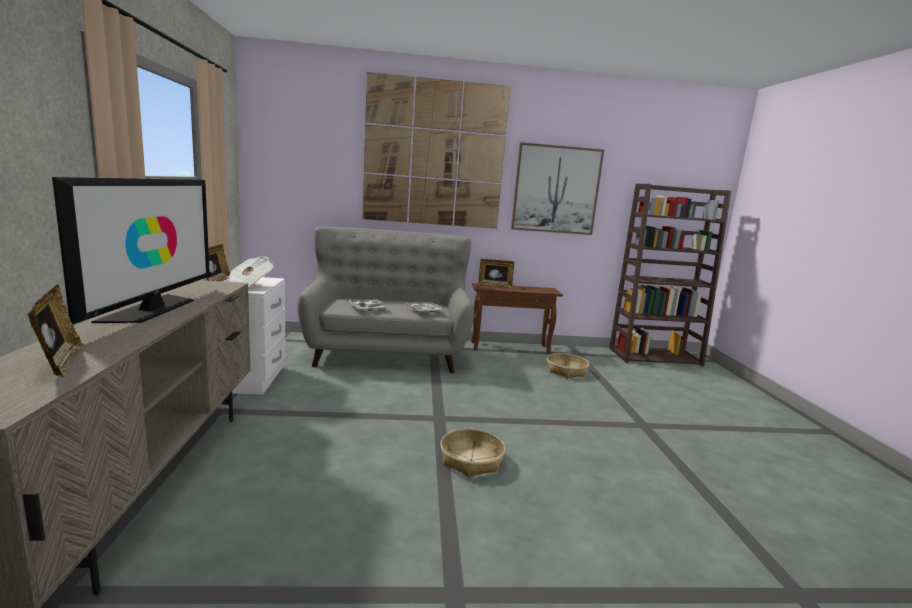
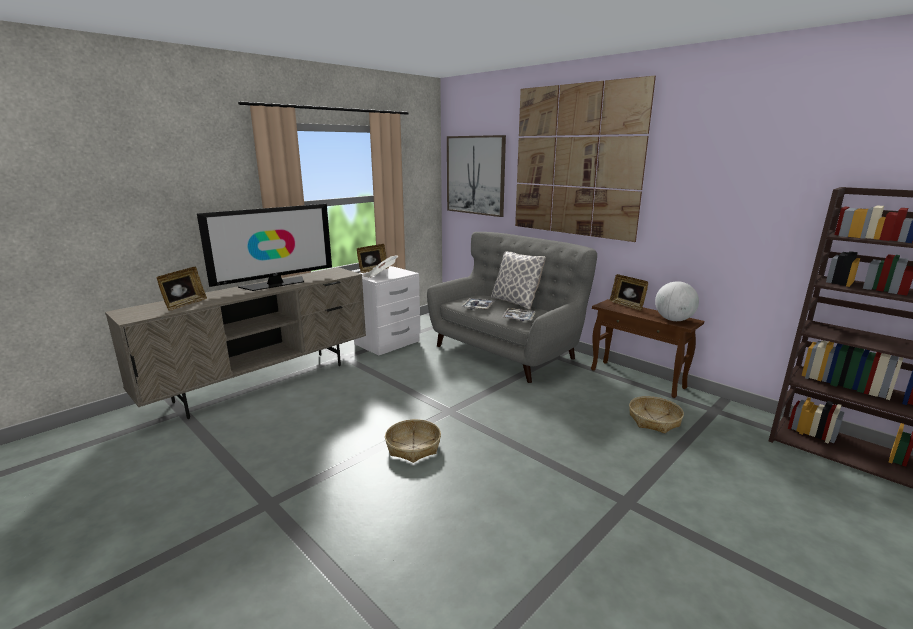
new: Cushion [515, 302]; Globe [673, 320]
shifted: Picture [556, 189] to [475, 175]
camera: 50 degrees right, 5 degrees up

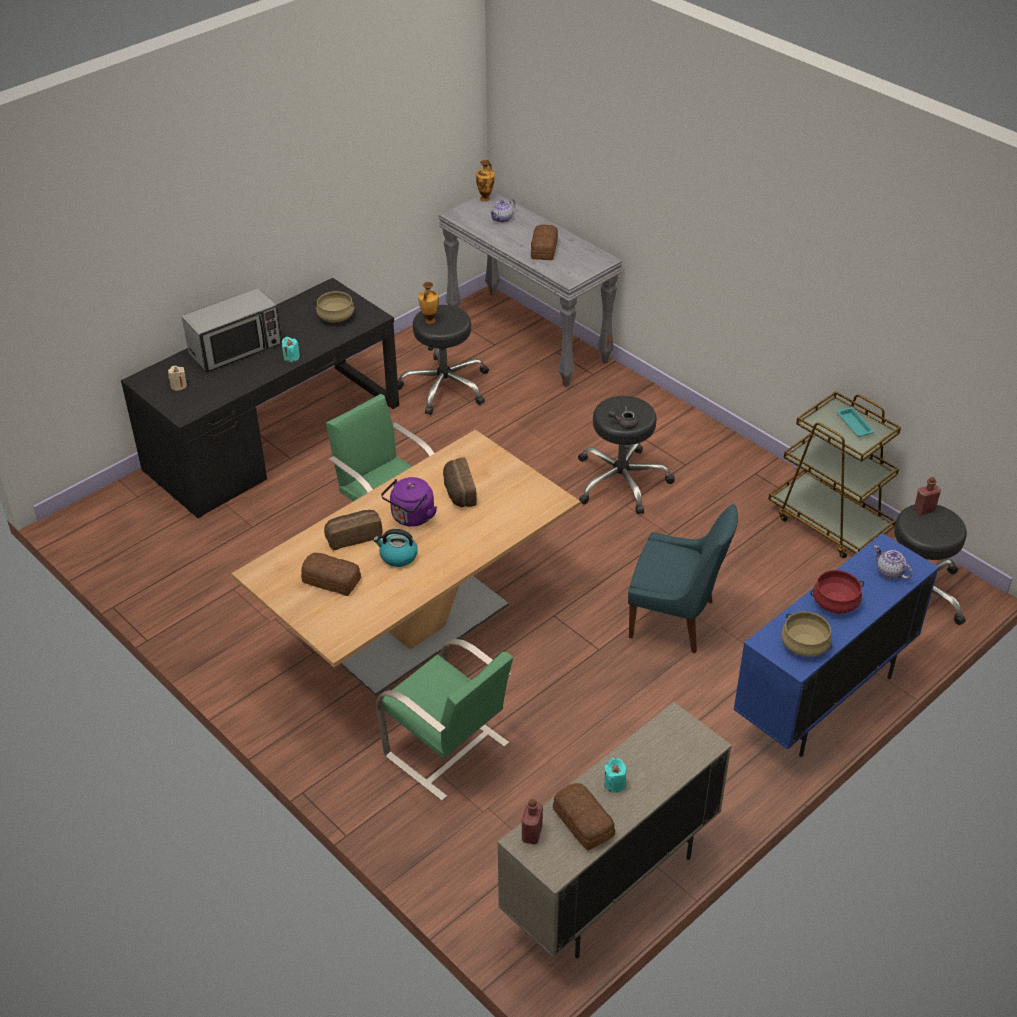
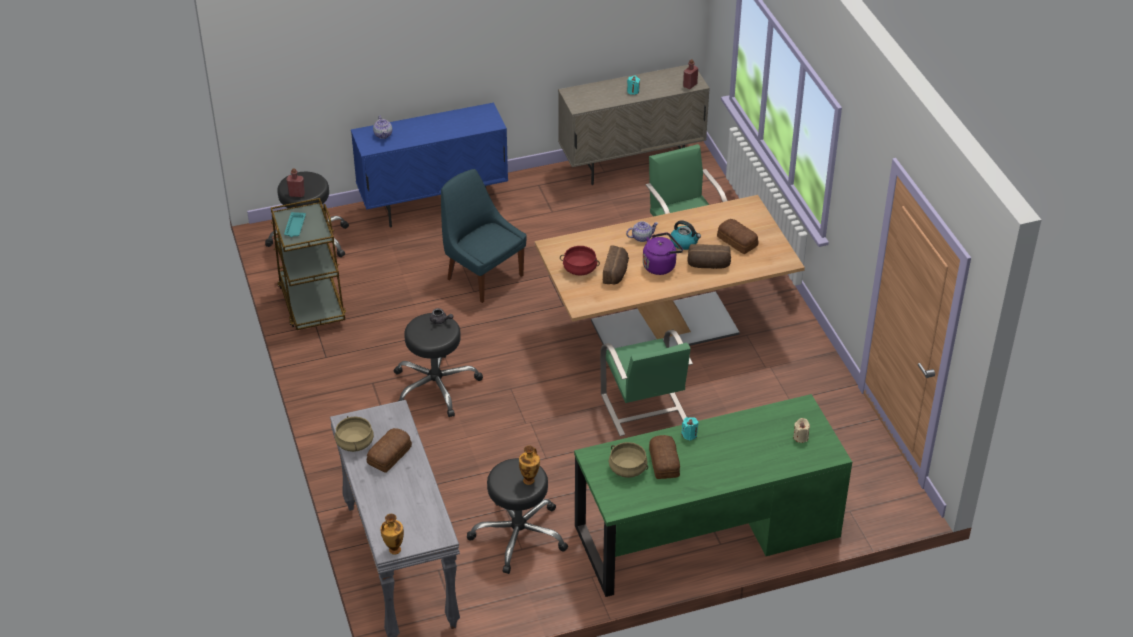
gone: MicrowaveOven [236, 349]
shifted: PotForTea [502, 219] to [642, 237]; RedColouredSaucepot [835, 602] to [579, 269]; SandColouredSaucepot [805, 645] to [354, 443]; BakeryBread [583, 823] to [664, 462]
repainted: BlackDeskUnit [274, 438] to GreenishDeskUnit [706, 532]
camera: 155 degrees left, 0 degrees up

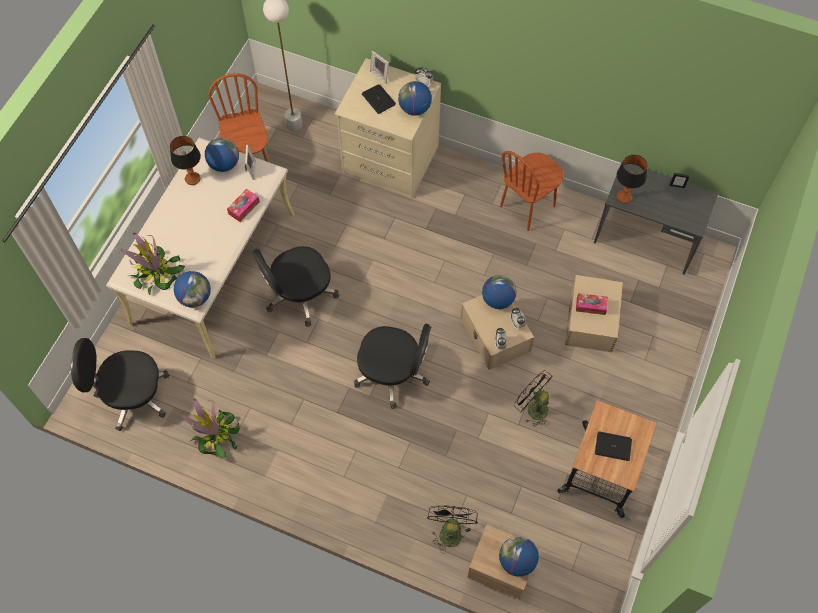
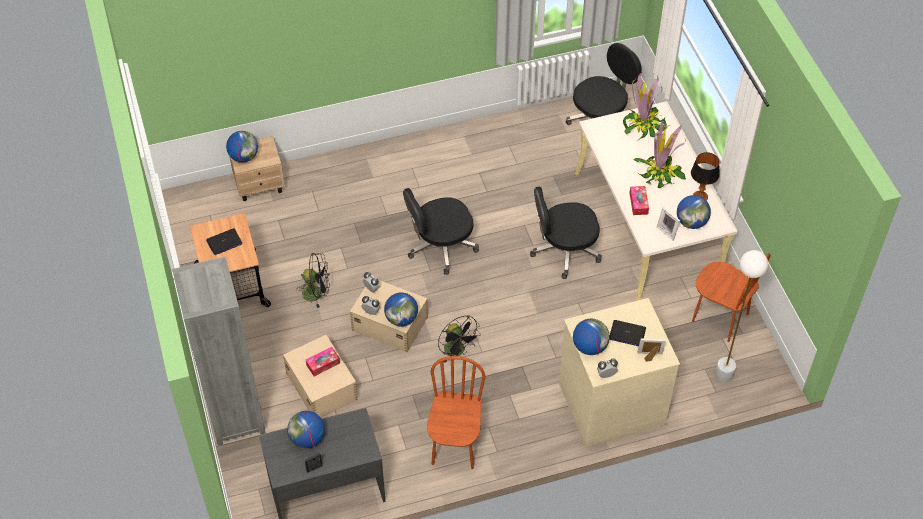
gone: TabletopLamp [624, 197]
new: GreyBookcase [235, 415]
shifted: Globe [195, 297] to [307, 439]; PlantInAPot [215, 435] to [659, 174]; BlackElectricFan [449, 530] to [457, 351]
rotated: BlackOfficeChair [299, 295] = [564, 251] 120 degrees counterclockwise
camera: 140 degrees right, 10 degrees down

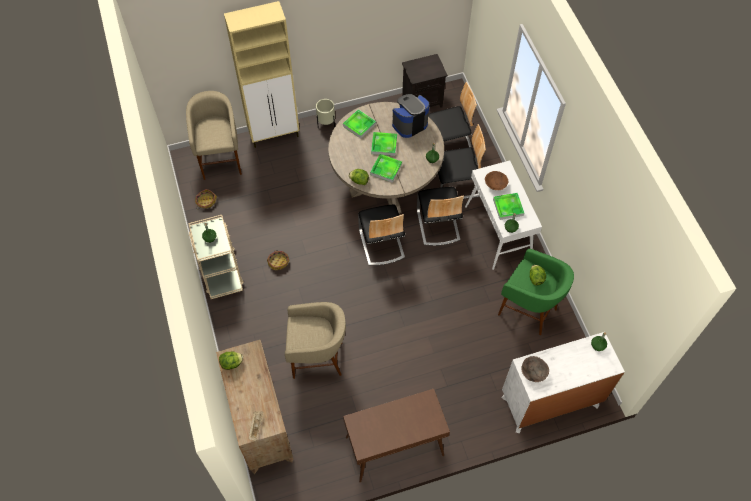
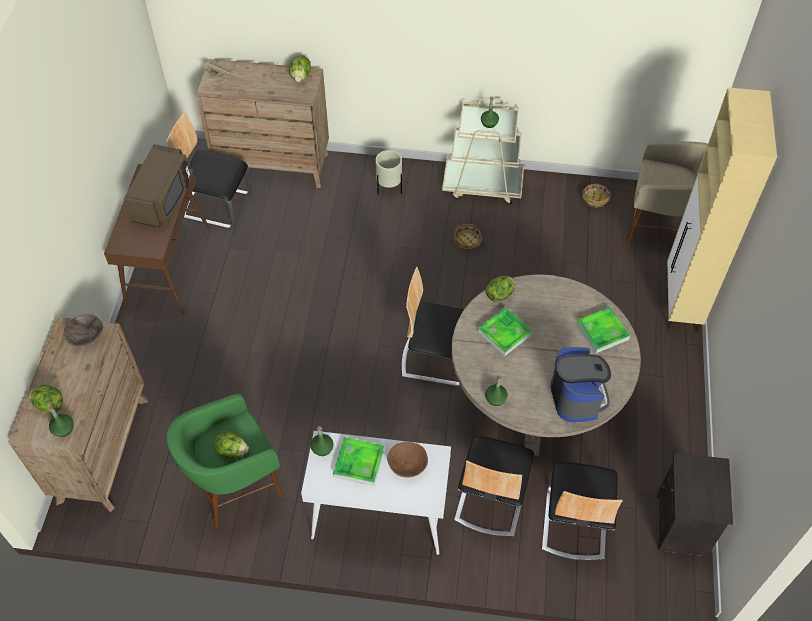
gone: CarryingTray [384, 145]; SandColouredStool [318, 358]
new: BrownColouredMicrowaveOven [164, 199]; HeadOfLettuce [49, 405]
shifted: SandColouredPlanter [326, 125] to [389, 189]; PlainChair [437, 225] to [217, 205]
repainted: WhiteColouredChestOfDrawers [550, 401] to BrownColouredChestOfDrawers [102, 449]
camera: 115 degrees right, 5 degrees down

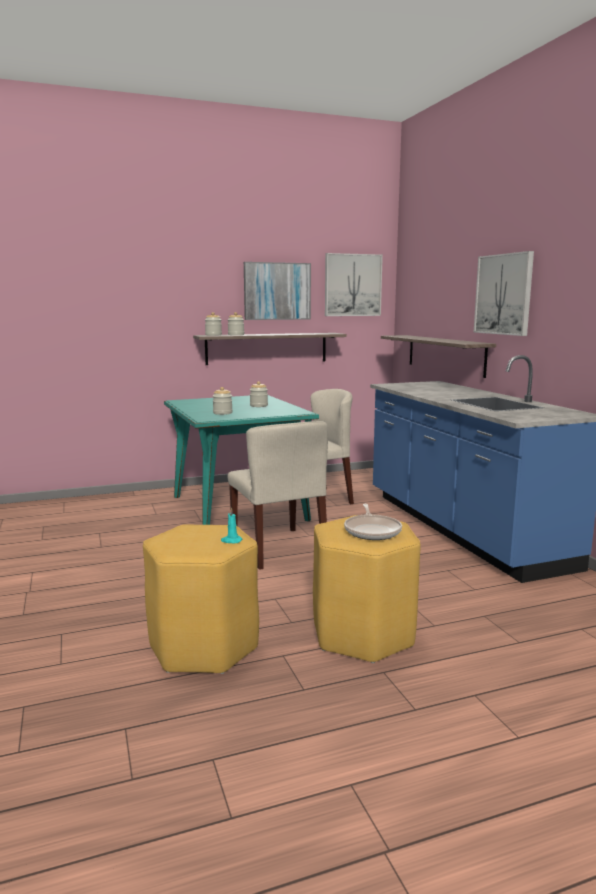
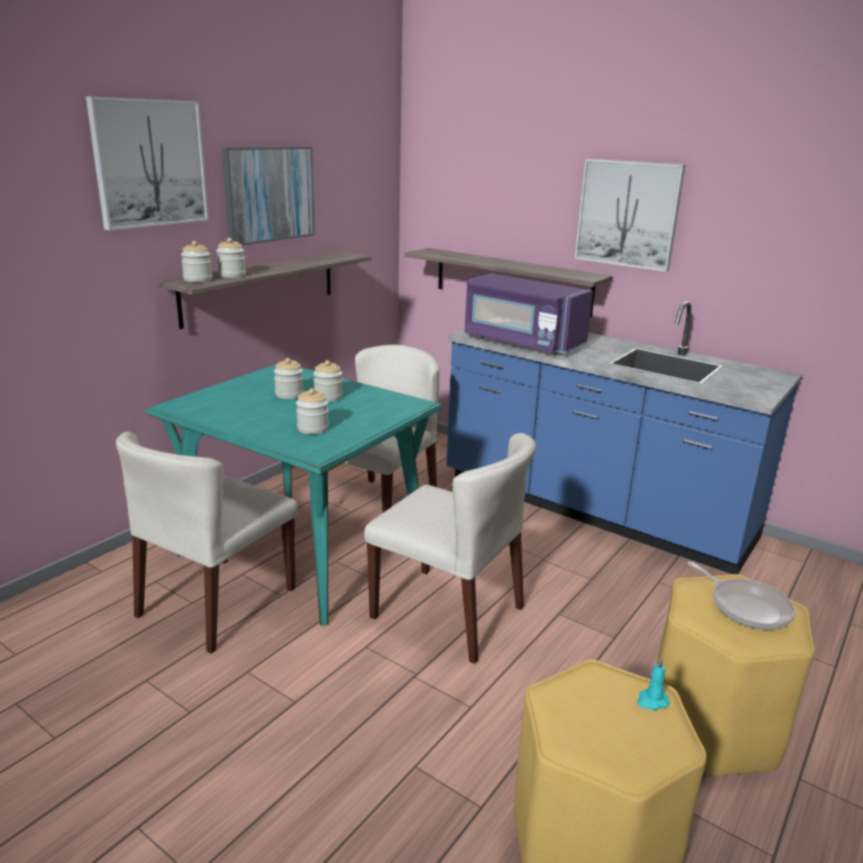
new: PurpleColouredMicrowaveOven [522, 342]; Jar [289, 394]; SandColouredPlainChair [217, 603]
shifted: Picture [352, 285] to [150, 163]
camera: 35 degrees left, 10 degrees up

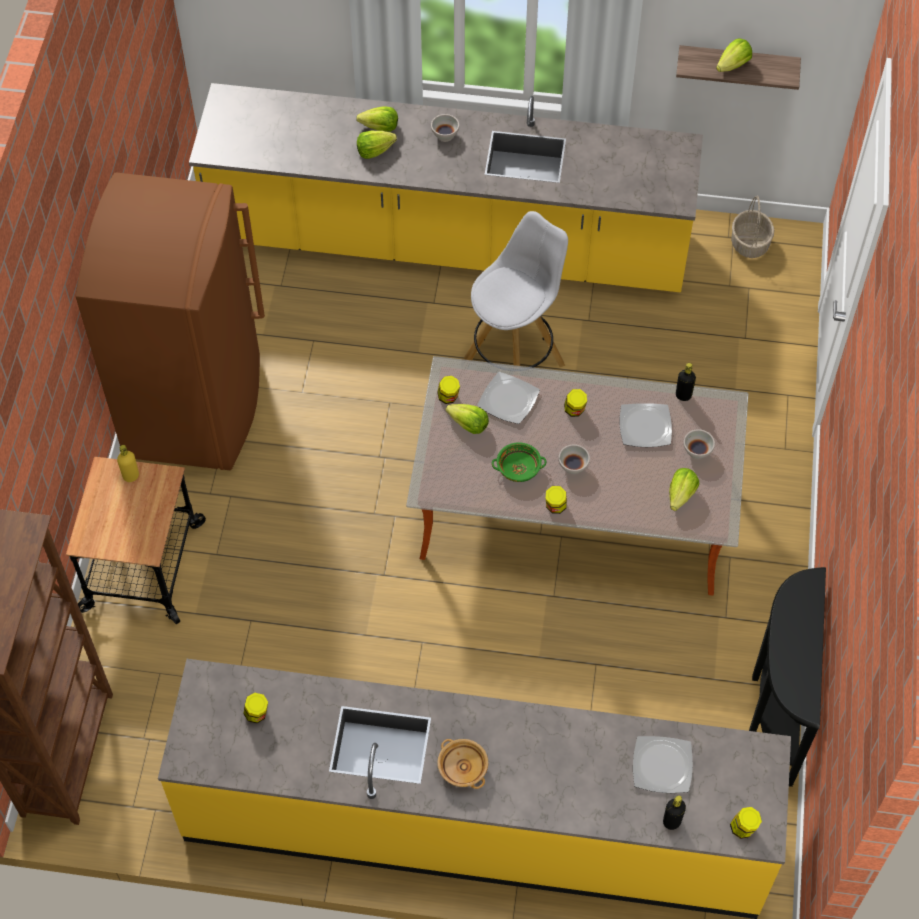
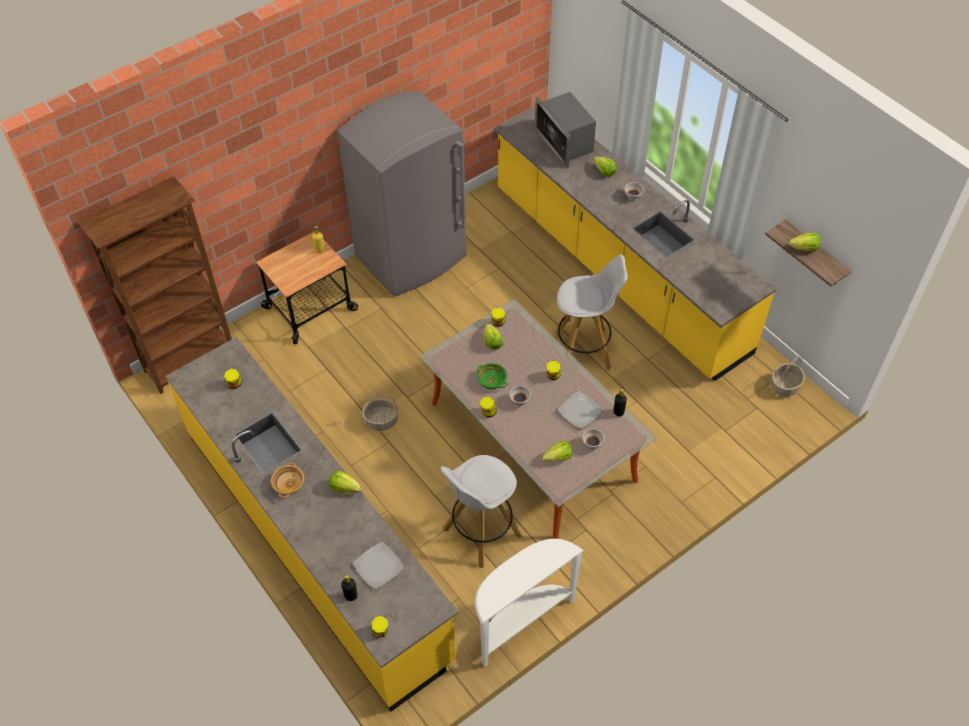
gone: Plate [508, 400]
new: MicrowaveOven [565, 142]; Basket [381, 420]; WhiteColouredStool [481, 533]
shifted: HeadOfLettuce [374, 151] to [344, 488]
repainted: BrownColouredKitchenFridge [196, 406] to GreyKitchenFridge [412, 258]; BlackConsoleTable [774, 709] to WhiteColouredConsoleTable [520, 622]
camera: 45 degrees right, 5 degrees down

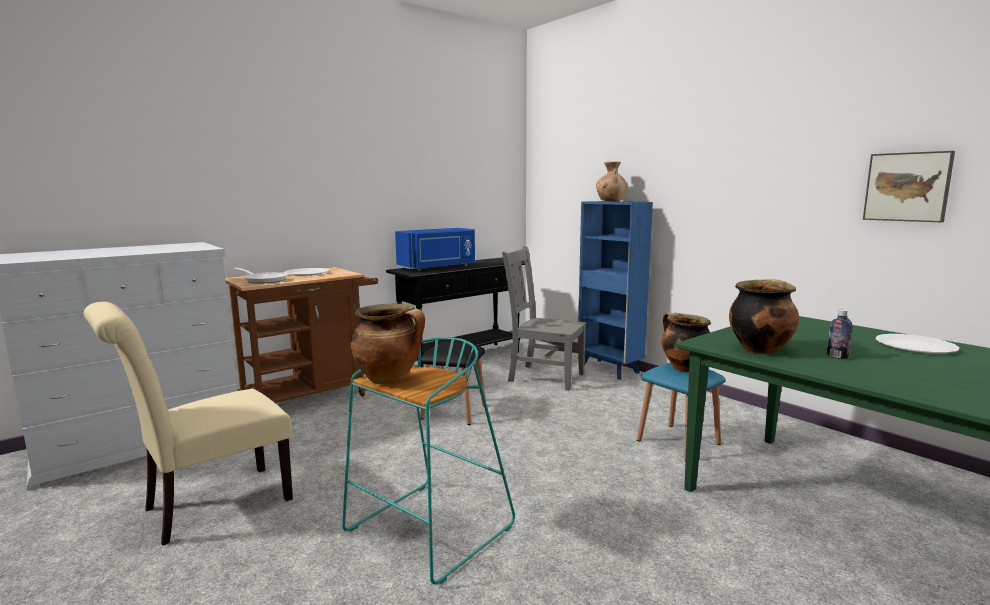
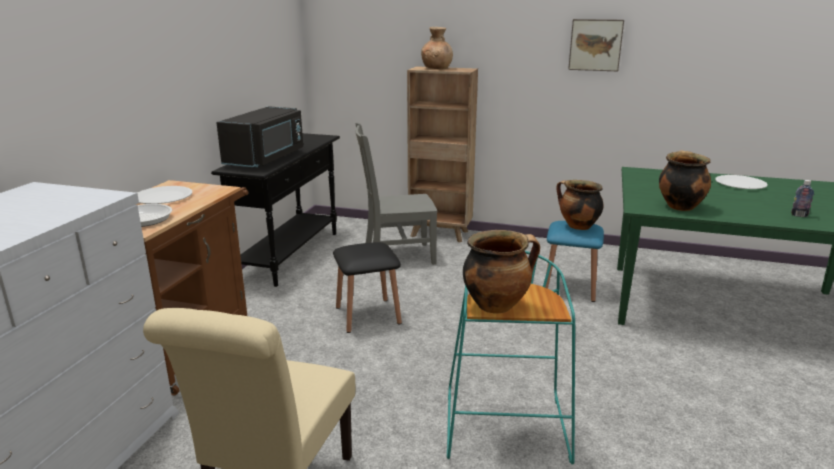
shifted: Picture [907, 187] to [595, 45]; BeverageBottle [837, 356] to [799, 215]
repainted: BlueBookcase [609, 370] to BrownColouredBookcase [440, 234]; BlueMicrowaveOven [438, 267] to BlackMicrowaveOven [266, 158]
camera: 35 degrees left, 10 degrees up

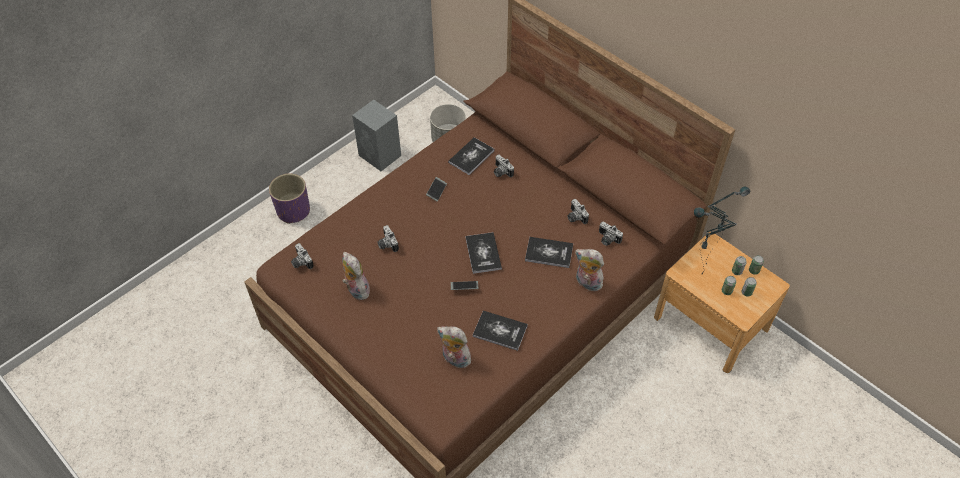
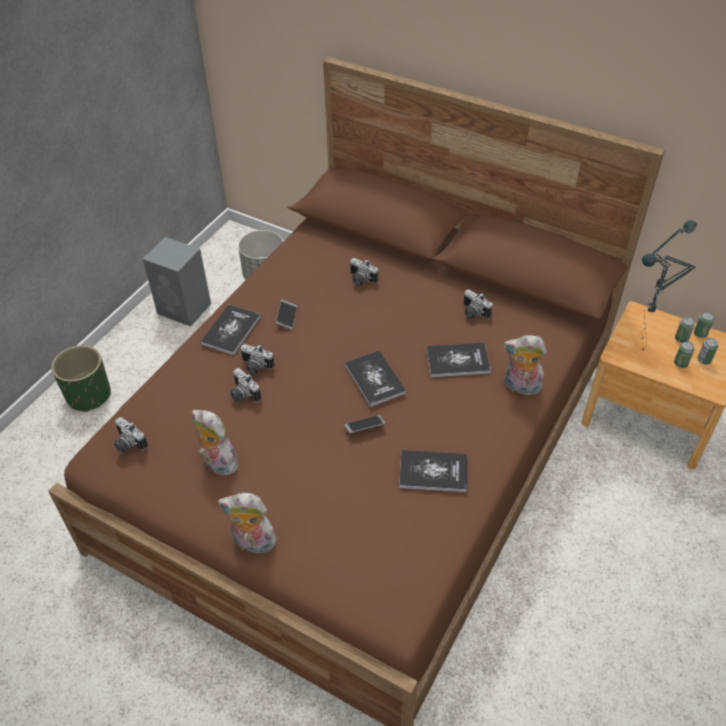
shifted: Book [471, 156] to [231, 330]; PhotoCamera [607, 239] to [255, 367]; SoftToy [454, 359] to [252, 543]
repainted: PurpleColouredPlanter [293, 211] to GreenishPlanter [89, 395]
camera: 15 degrees left, 5 degrees down

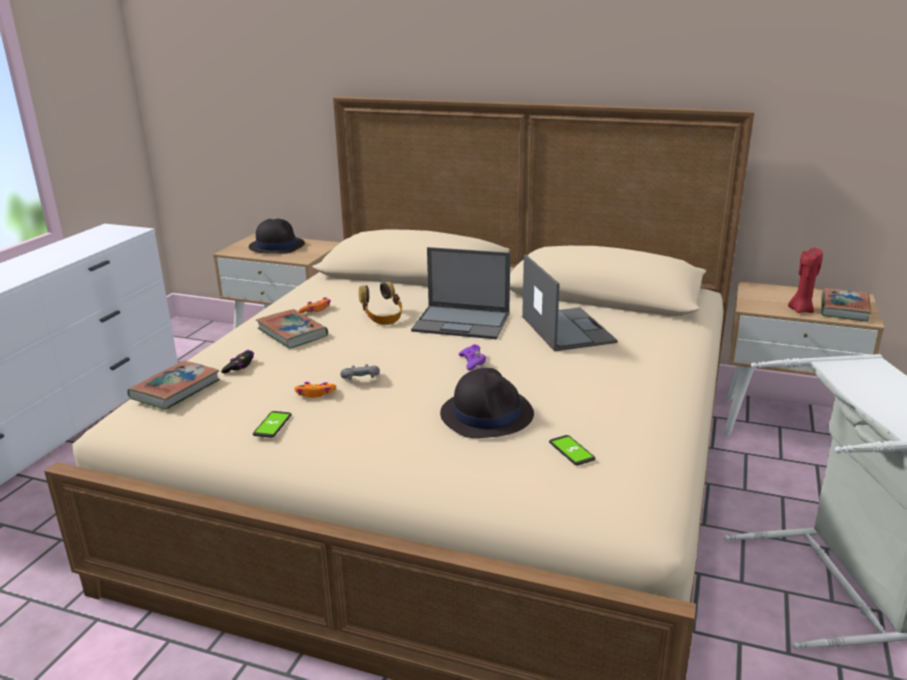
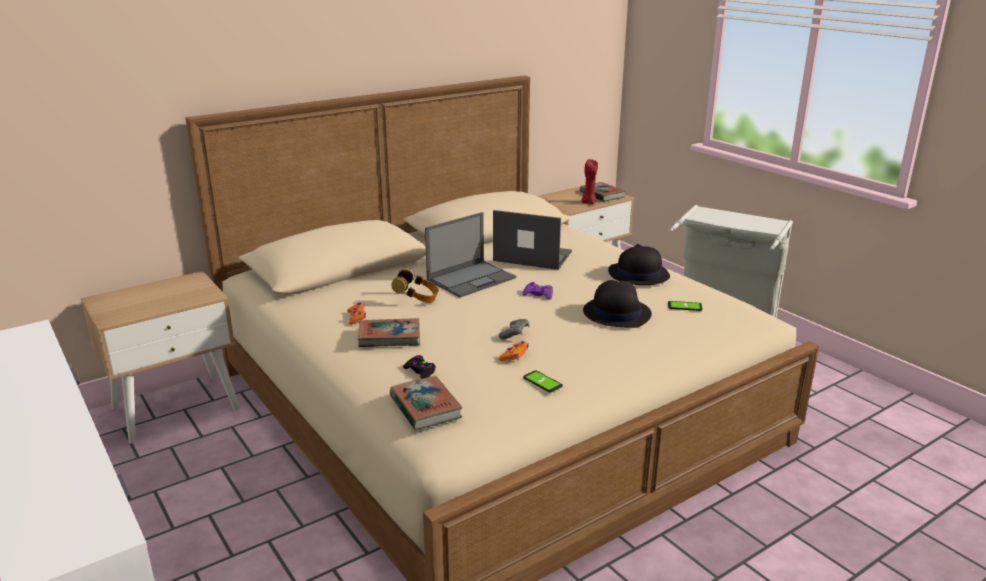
shifted: BlackClothingHat [276, 246] to [638, 274]
camera: 55 degrees left, 0 degrees up

